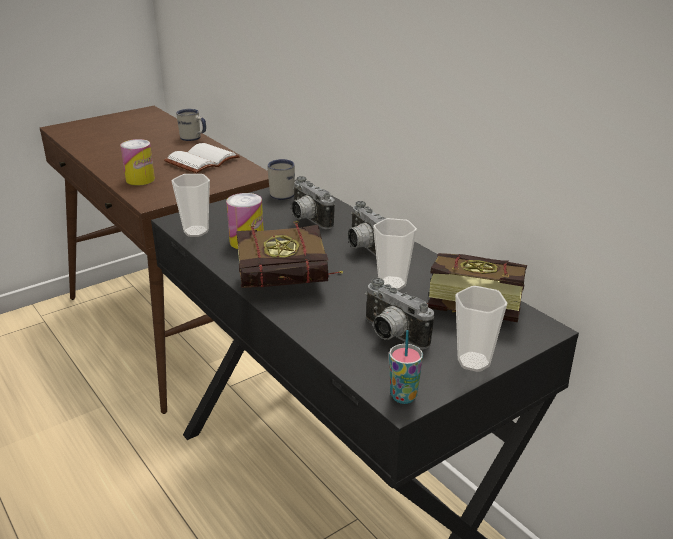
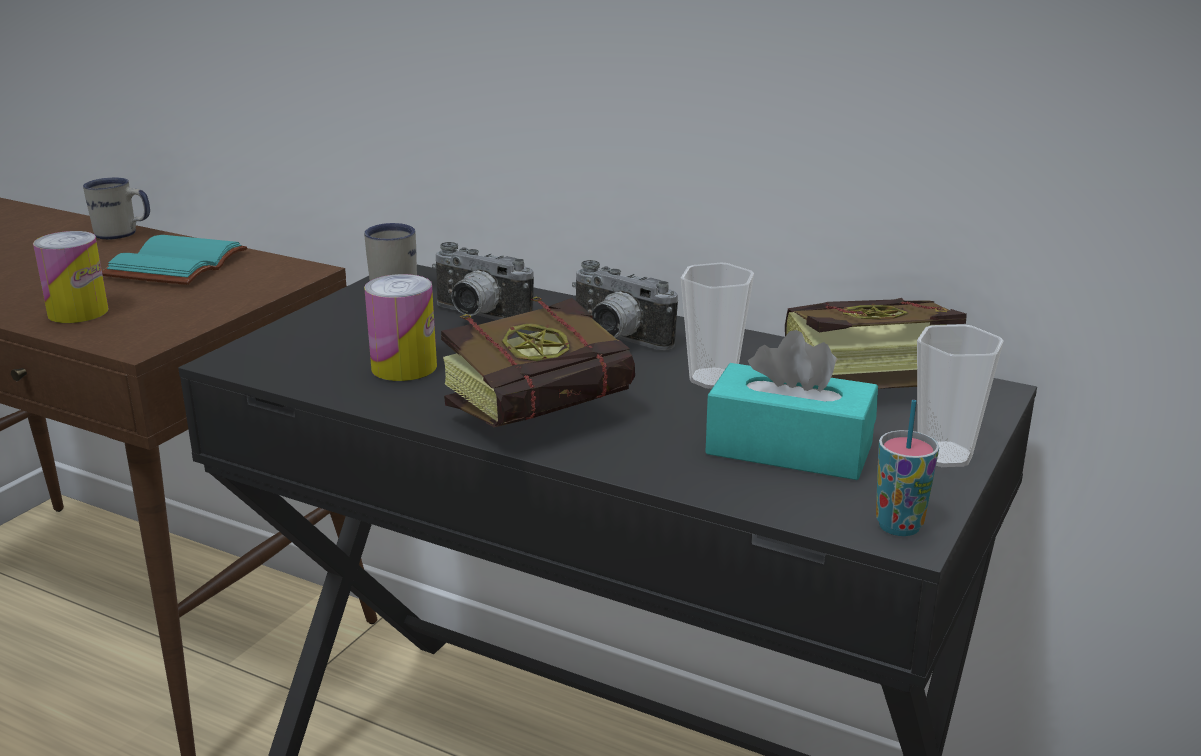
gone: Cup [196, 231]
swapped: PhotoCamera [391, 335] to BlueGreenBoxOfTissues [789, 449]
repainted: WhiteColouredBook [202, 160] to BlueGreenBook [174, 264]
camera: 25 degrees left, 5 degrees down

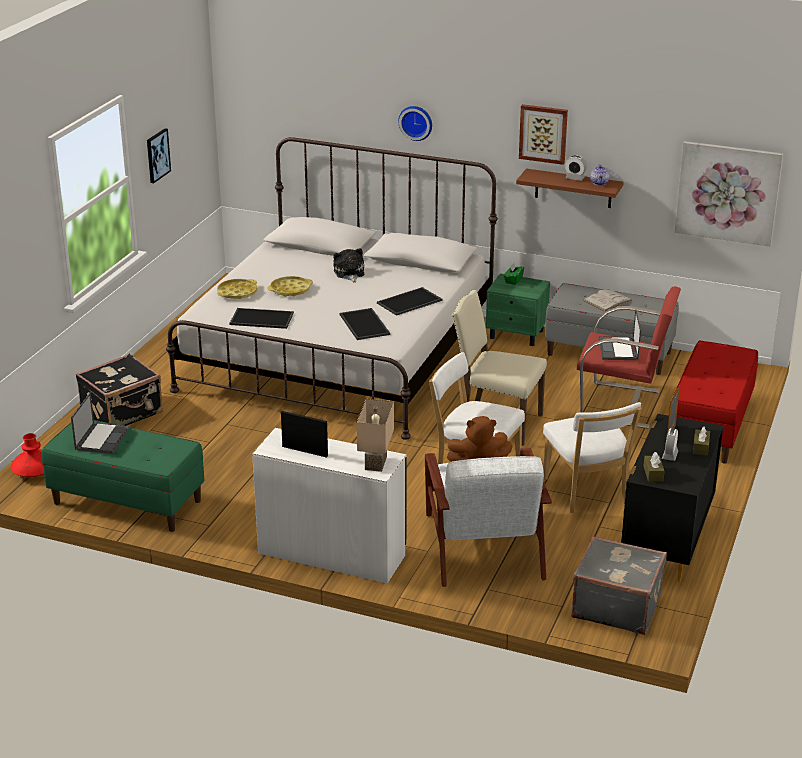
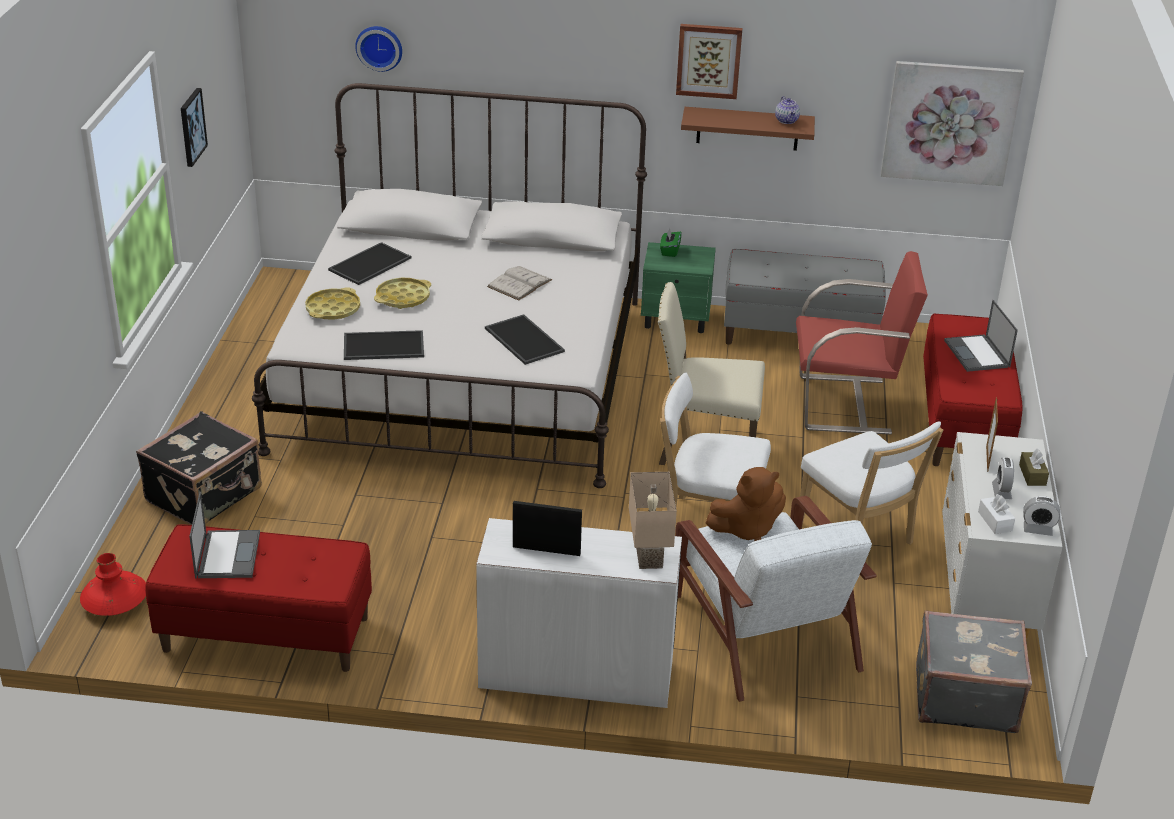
gone: SoftToy [349, 273]
shifted: HangingClock [416, 122] to [379, 47]; AlarmClock [574, 178] to [1037, 529]; CarryingTray [409, 302] to [370, 265]; WhiteColouredBook [607, 300] to [519, 283]; NotebookComputer [618, 349] to [977, 354]
repainted: BlackChestOfDrawers [666, 544] to WhiteColouredChestOfDrawers [983, 596]; GreenishLongSeat [127, 502] to RedColouredLongSeat [265, 634]; BrownColouredBoxOfTissues [653, 473] to WhiteColouredBoxOfTissues [995, 521]
camera: 15 degrees left, 5 degrees up

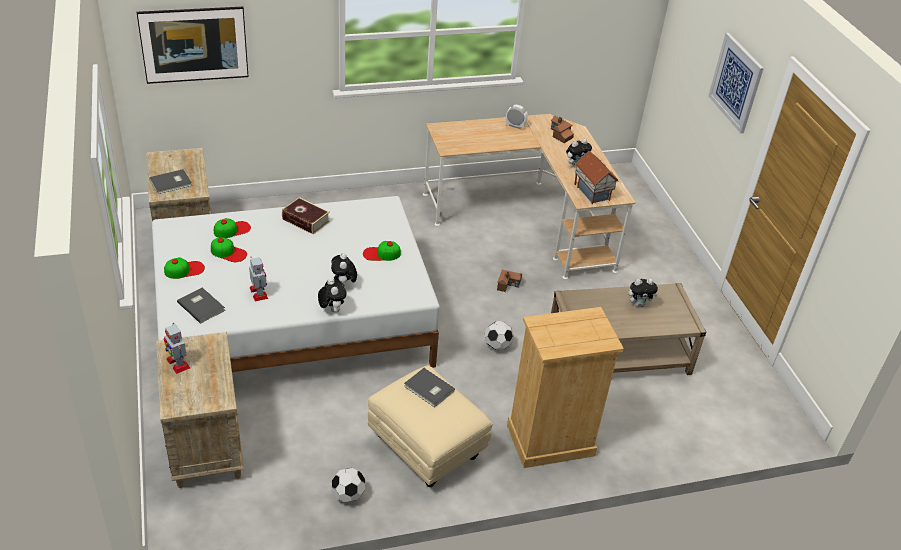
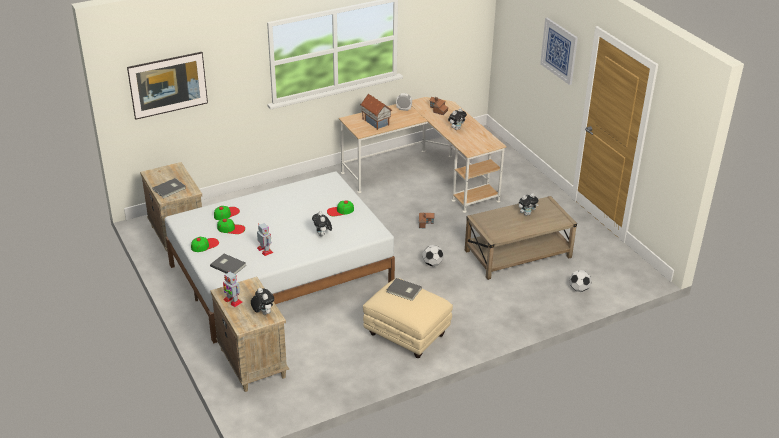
gone: Book [306, 220]; SandColouredChestOfDrawers [550, 441]
shifted: MiniatureHouse [593, 191] to [376, 122]; SoftToy [332, 309] to [263, 313]; FootballBall [348, 495] to [579, 289]
camera: 10 degrees left, 5 degrees down

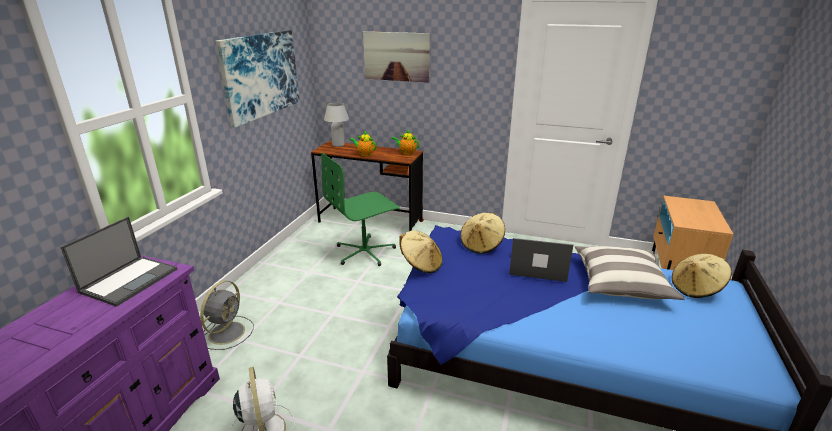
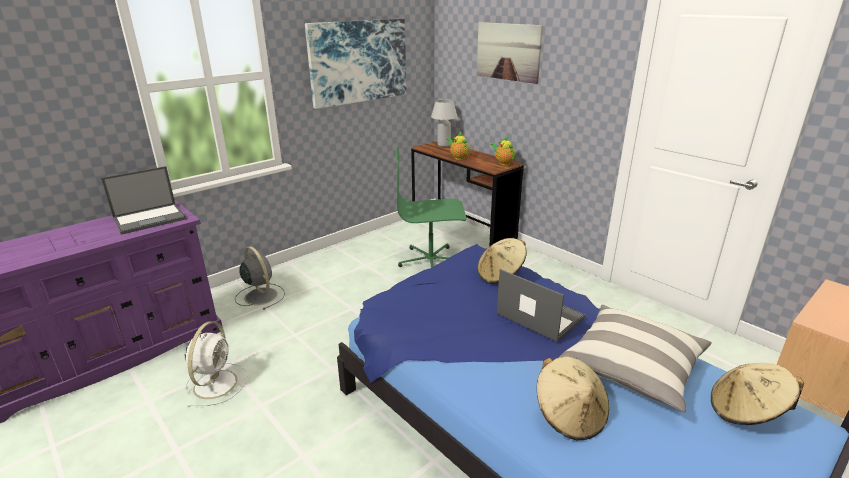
shifted: SandColouredClothingHat [421, 264] to [569, 415]
rotated: GreyElectricFan [228, 332] = [260, 295] 90 degrees counterclockwise
camera: 30 degrees right, 0 degrees up

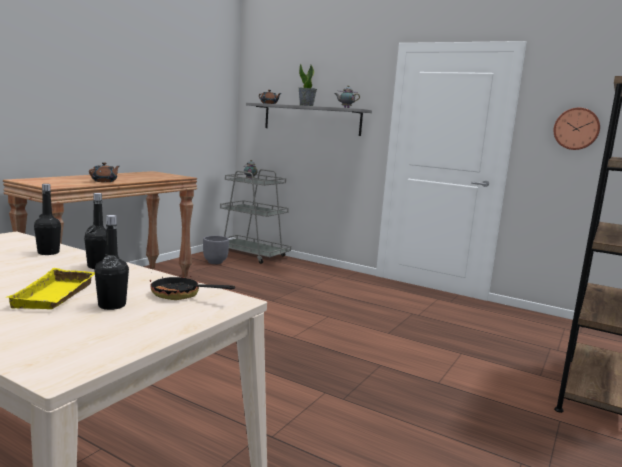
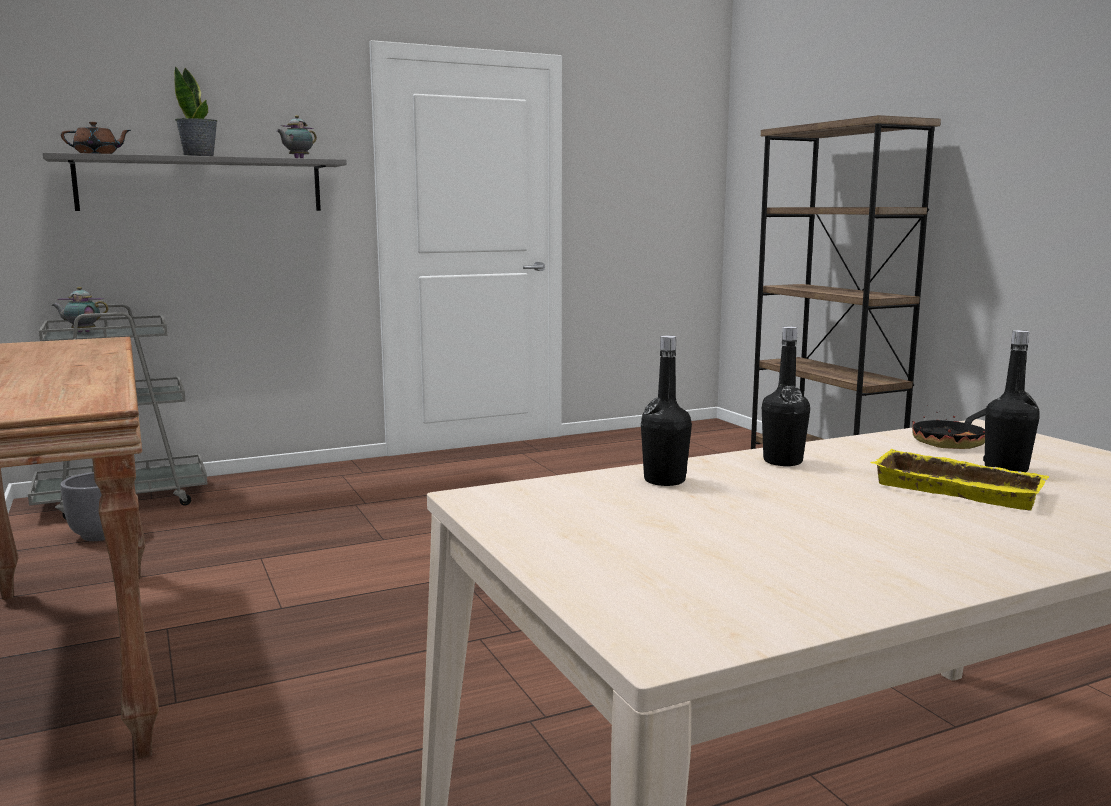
gone: HangingClock [576, 129]; BrownColouredPotForTea [104, 181]
camera: 55 degrees left, 0 degrees up

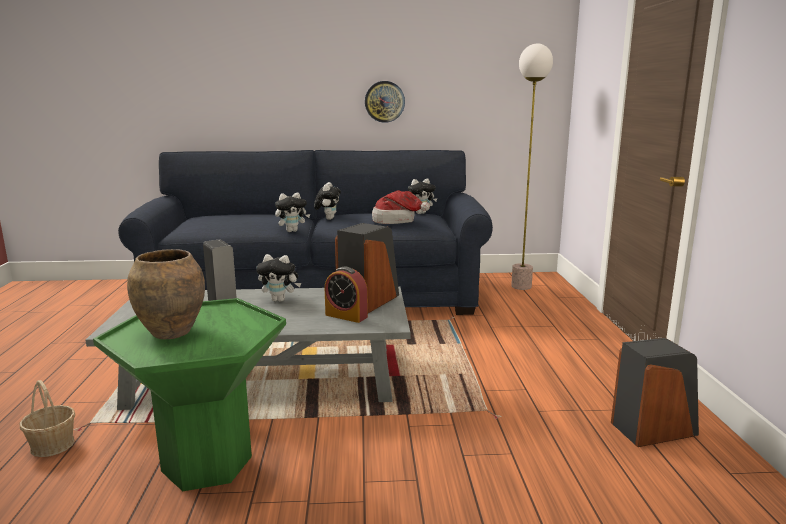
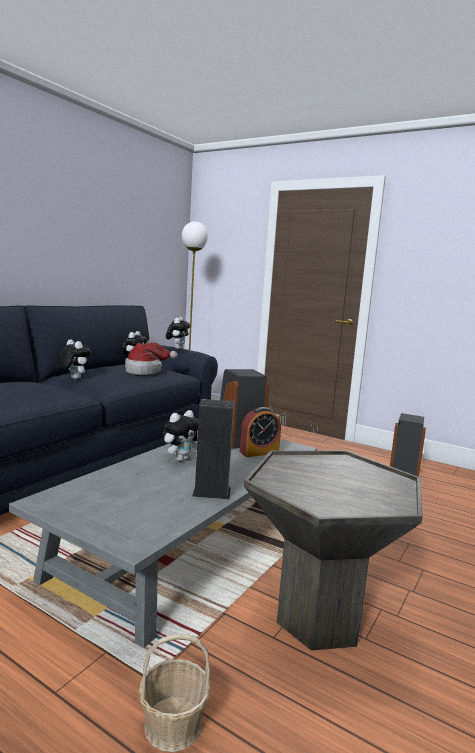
gone: HangingClock [384, 101]; BrownColouredFlowerVase [171, 333]
shifted: SoftToy [292, 231] to [177, 348]
repainted: GreenishSideTable [207, 464] to GreySideTable [320, 619]
camera: 55 degrees left, 5 degrees down

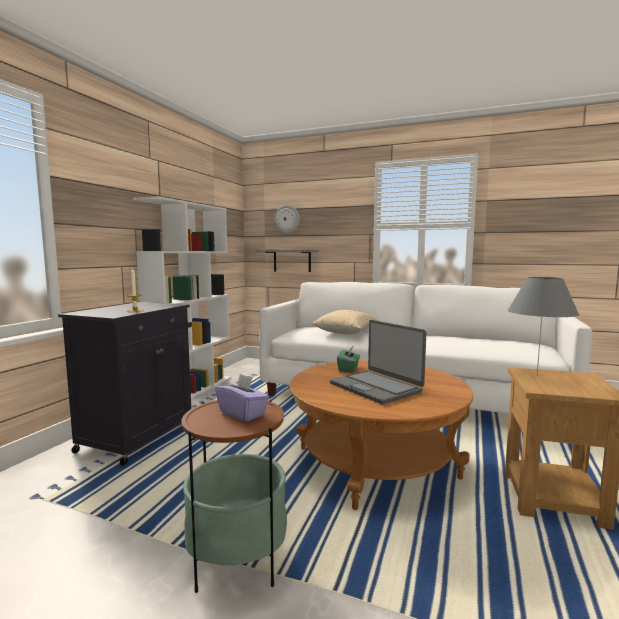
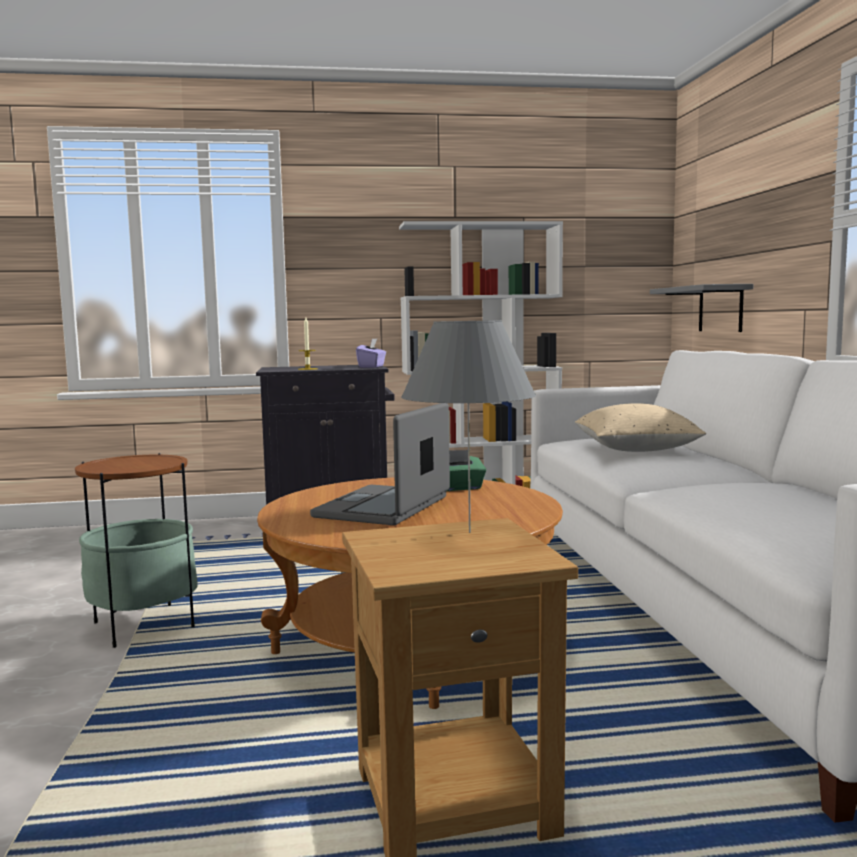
gone: HangingClock [287, 219]
shifted: PurpleColouredBoxOfTissues [242, 413] to [372, 367]
camera: 60 degrees right, 0 degrees up

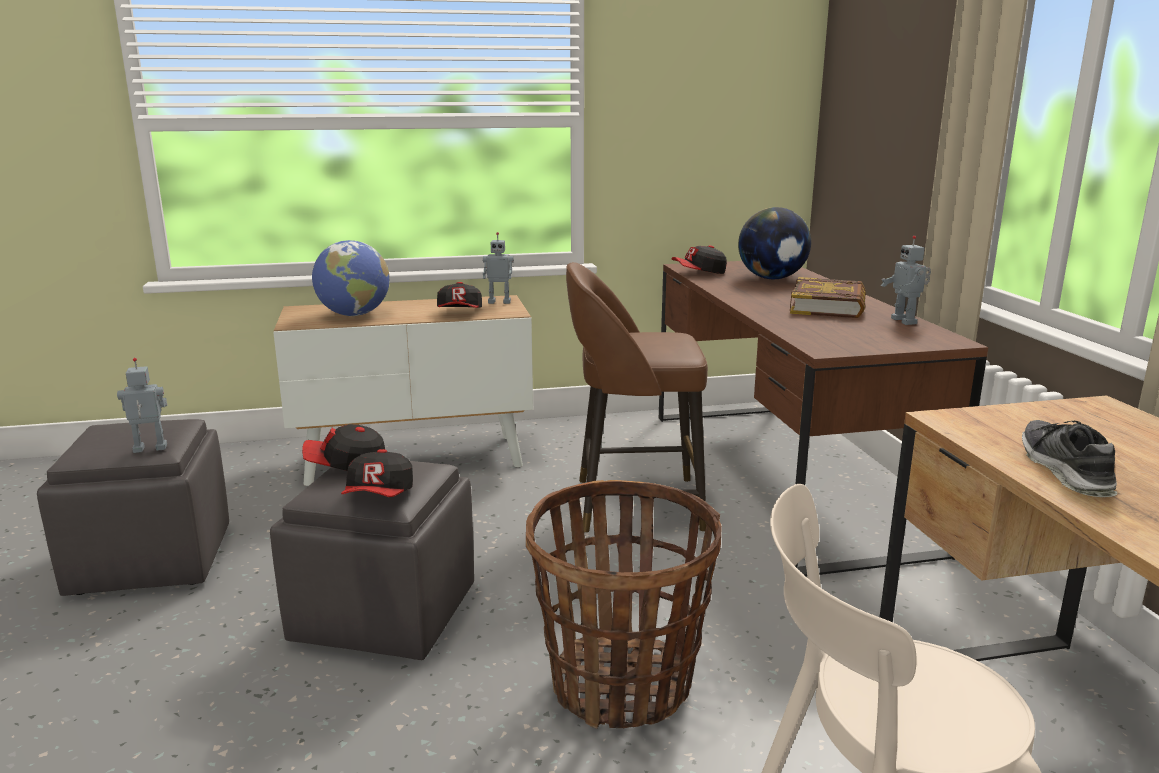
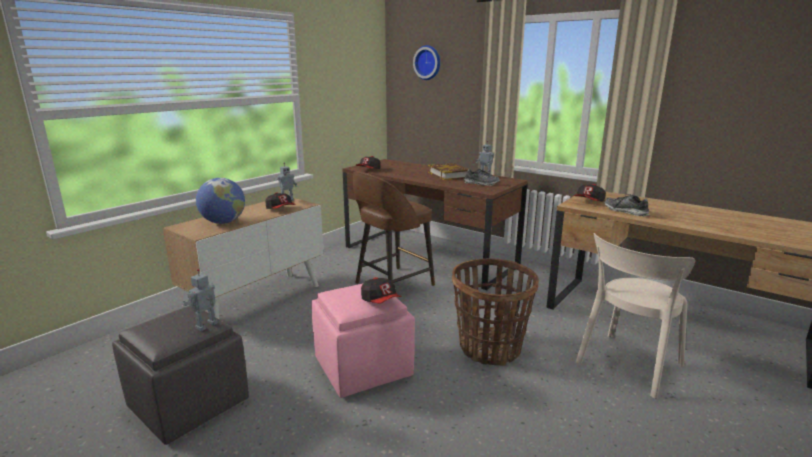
gone: Globe [772, 278]
new: HangingClock [428, 62]; LowShoe [481, 184]
shifted: PeakedCap [345, 465] to [589, 202]
repainted: GreyPouffe [387, 613] to PinkColouredPouffe [363, 367]
camera: 40 degrees left, 0 degrees up

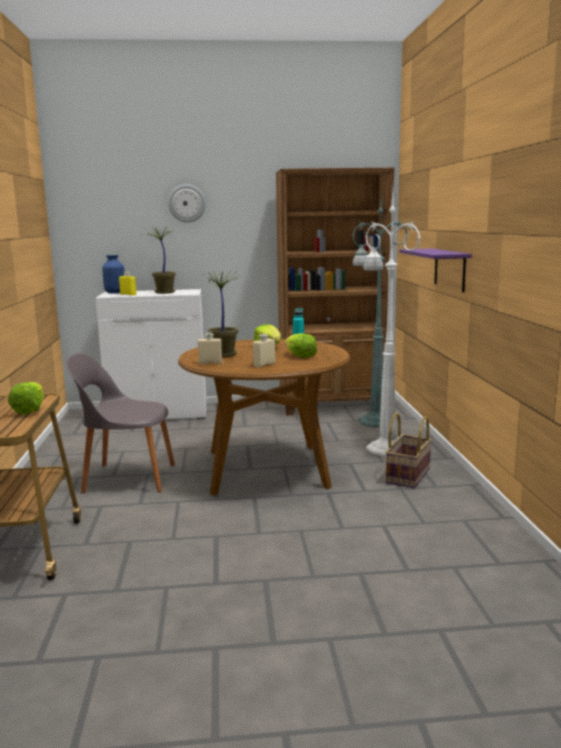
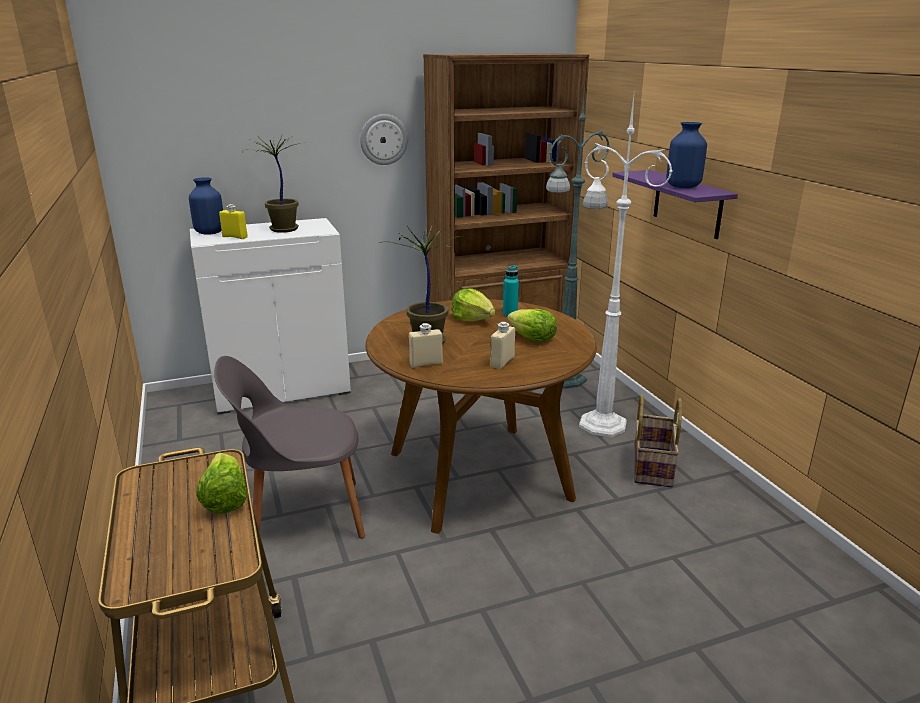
new: BlueFlowerVase [682, 186]
shifted: HangingClock [187, 203] to [383, 139]
camera: 15 degrees left, 10 degrees up

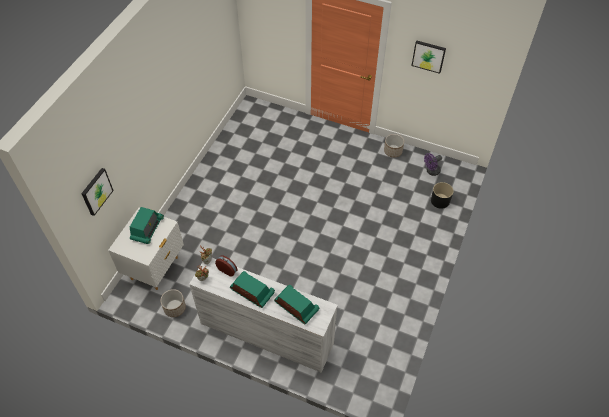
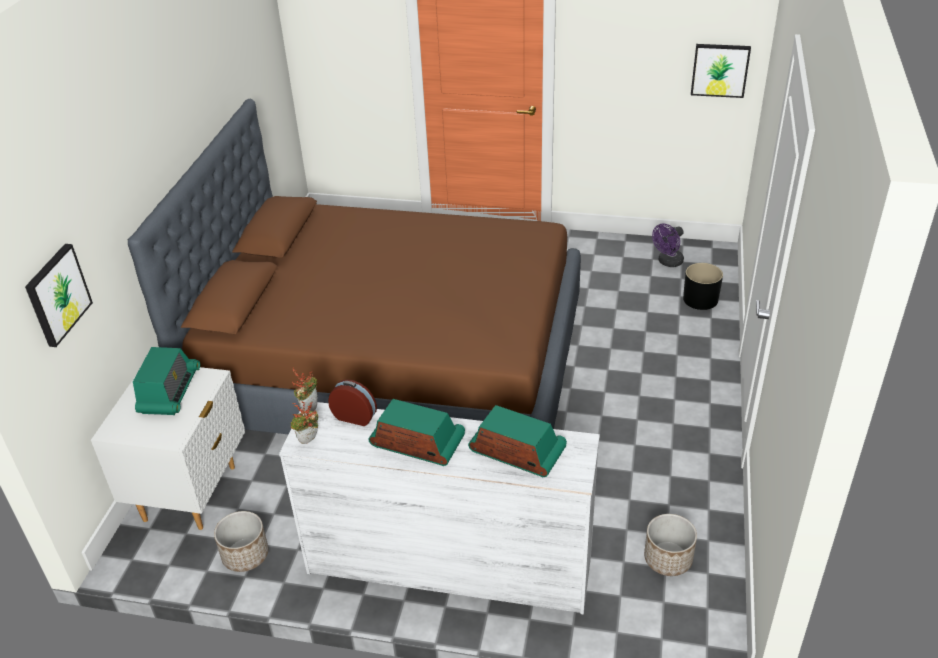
new: BrownColouredBed [394, 364]
shifted: Picture [428, 56] to [720, 70]; Planter [393, 151] to [668, 559]
camera: 10 degrees left, 15 degrees down

